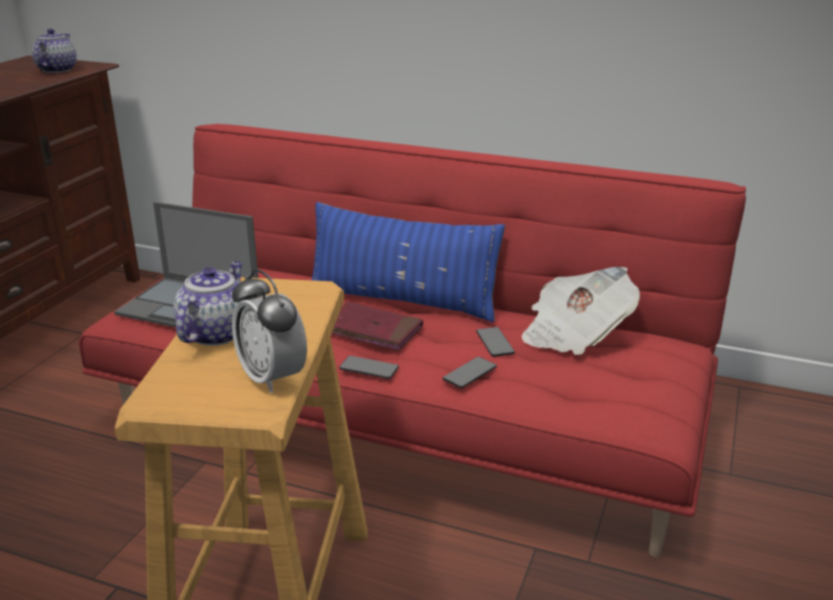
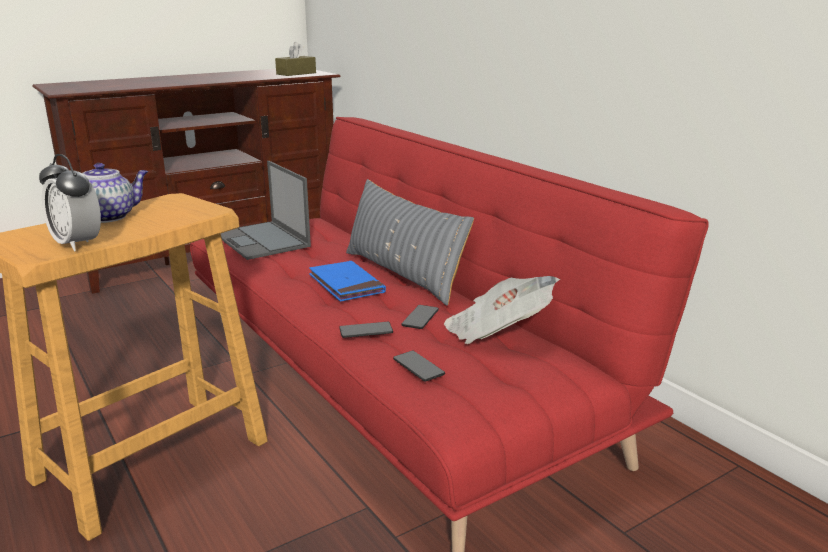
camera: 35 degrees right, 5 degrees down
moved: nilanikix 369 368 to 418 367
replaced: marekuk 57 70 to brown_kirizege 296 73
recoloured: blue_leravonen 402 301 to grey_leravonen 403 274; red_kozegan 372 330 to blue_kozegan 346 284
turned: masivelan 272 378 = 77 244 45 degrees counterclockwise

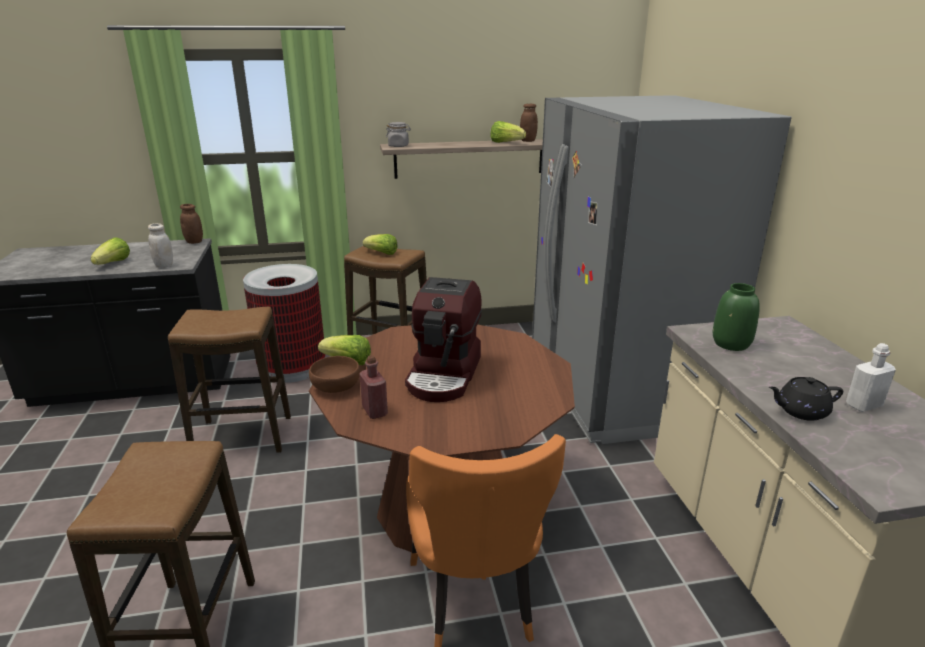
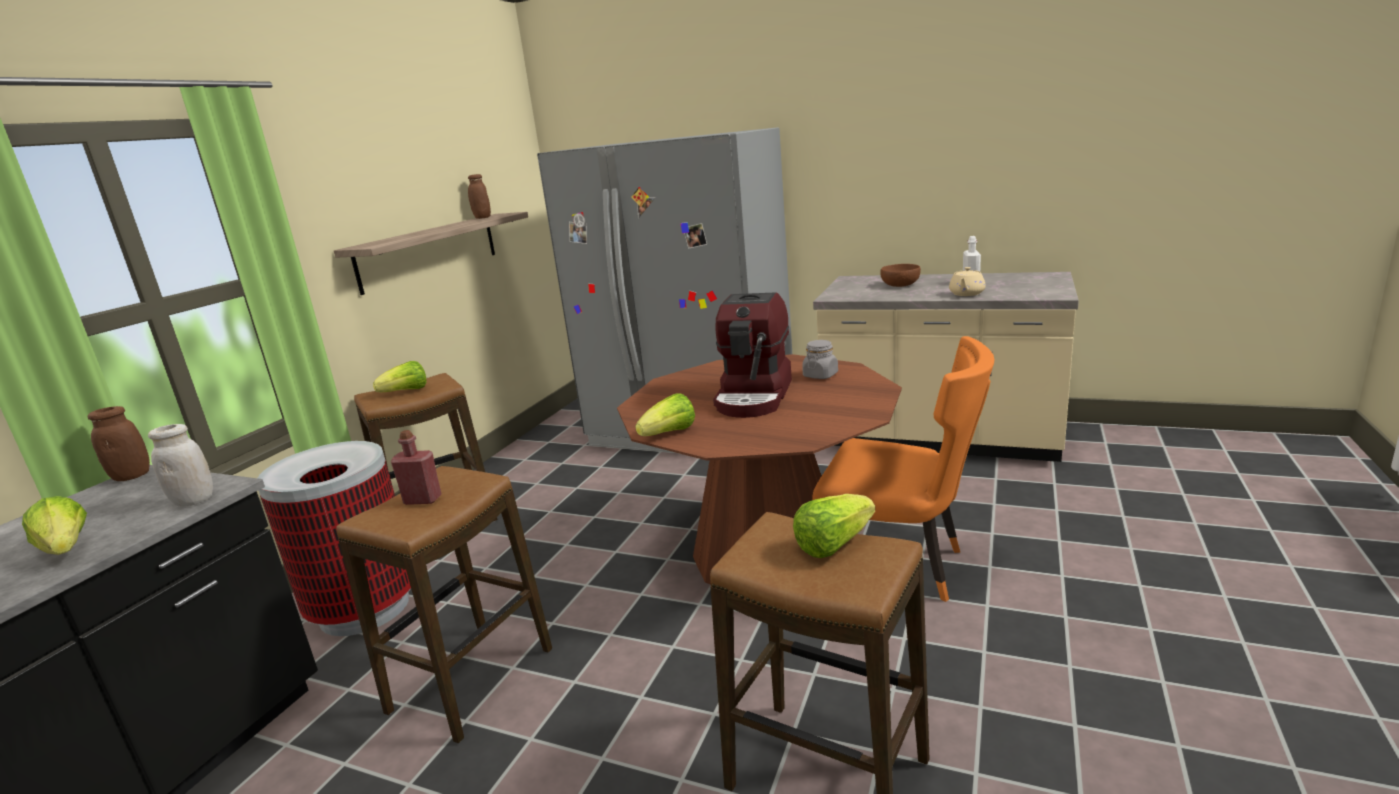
camera: 55 degrees left, 5 degrees down
removed: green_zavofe 731 344
moved: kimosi 505 143 to 833 544; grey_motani 398 146 to 820 375; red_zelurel 374 411 to 422 500; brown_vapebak 336 387 to 900 285
recoloured: black_marekuk 800 411 to beige_marekuk 966 294
turned: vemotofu 445 375 = 755 396 60 degrees clockwise

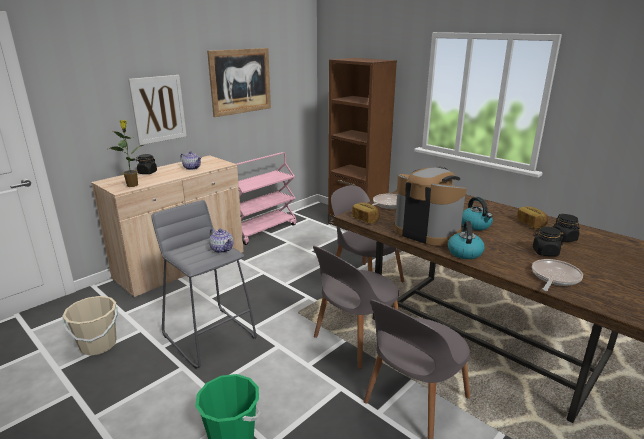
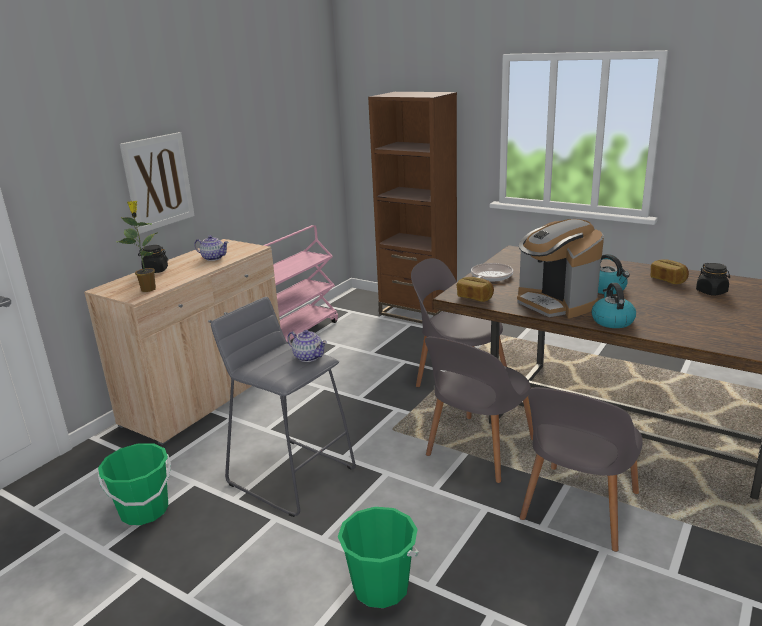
camera: 10 degrees left, 0 degrees up
removed: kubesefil 240 81; black_motani 545 252; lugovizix 554 277
recoloured: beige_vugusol 98 345 to green_vugusol 144 511
turned: vemotofu 426 231 = 555 303 150 degrees counterclockwise

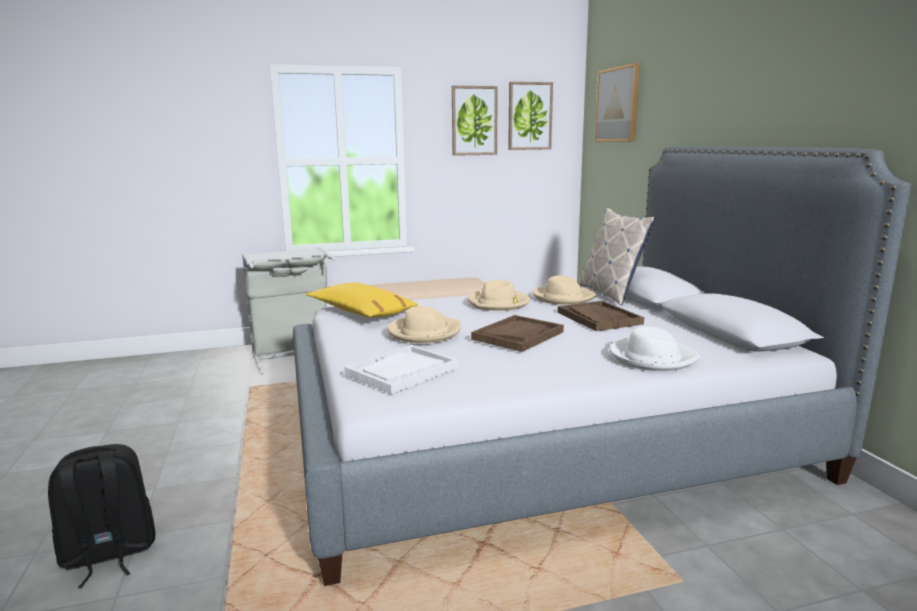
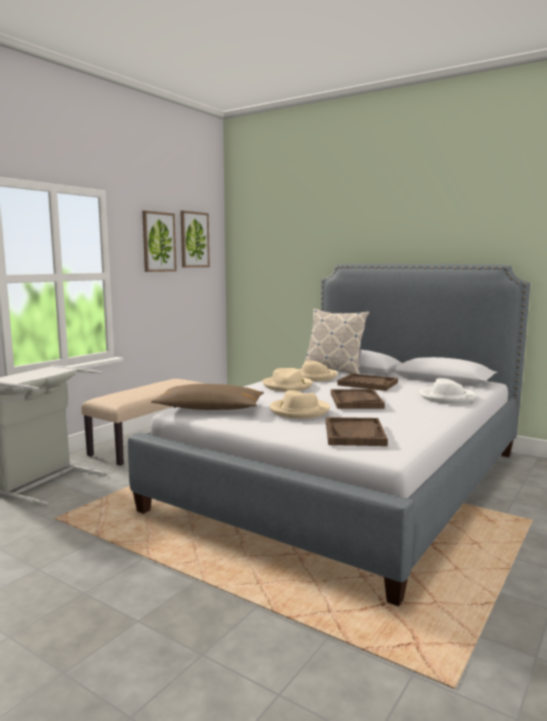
camera: 40 degrees left, 5 degrees down
removed: kubesefil 618 105; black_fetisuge 108 555
recoloured: yellow_leravonen 361 312 to brown_leravonen 209 409; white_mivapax 402 371 to brown_mivapax 354 434

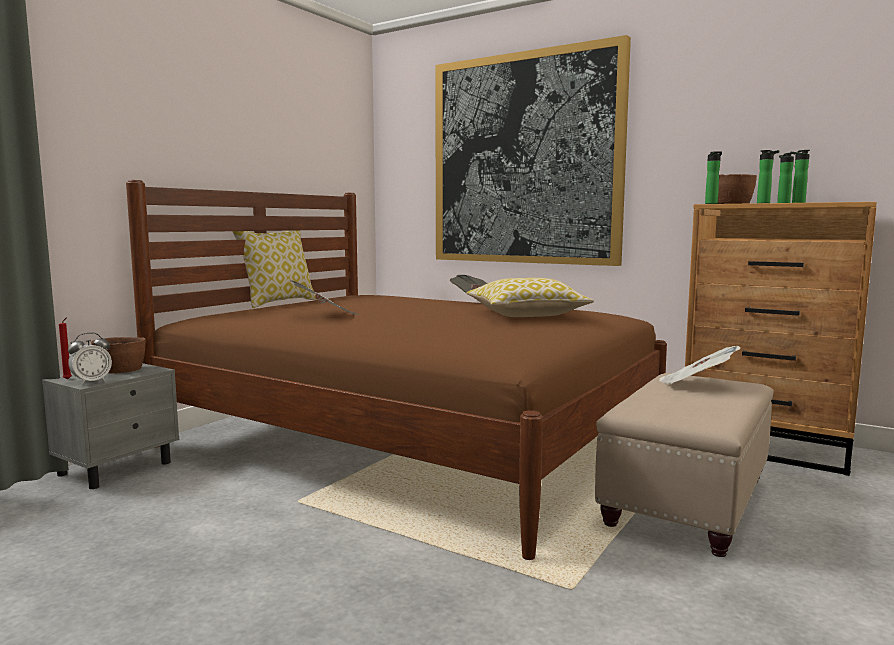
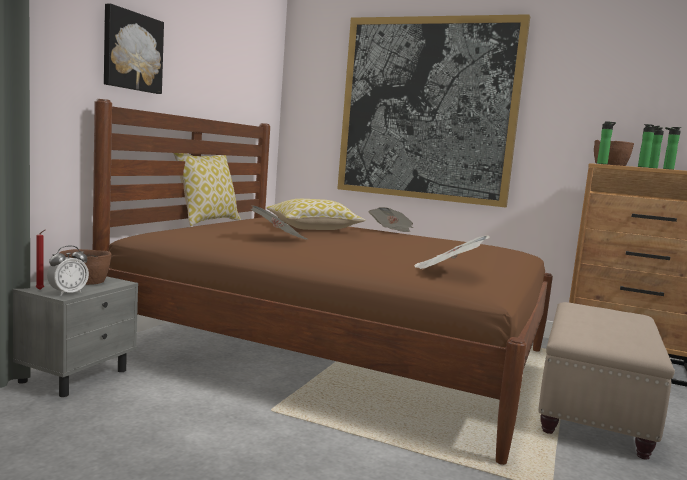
camera: 10 degrees left, 0 degrees up
added: kubesefil 132 51
moved: leravonen 526 315 to 313 228; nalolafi 695 385 to 447 271

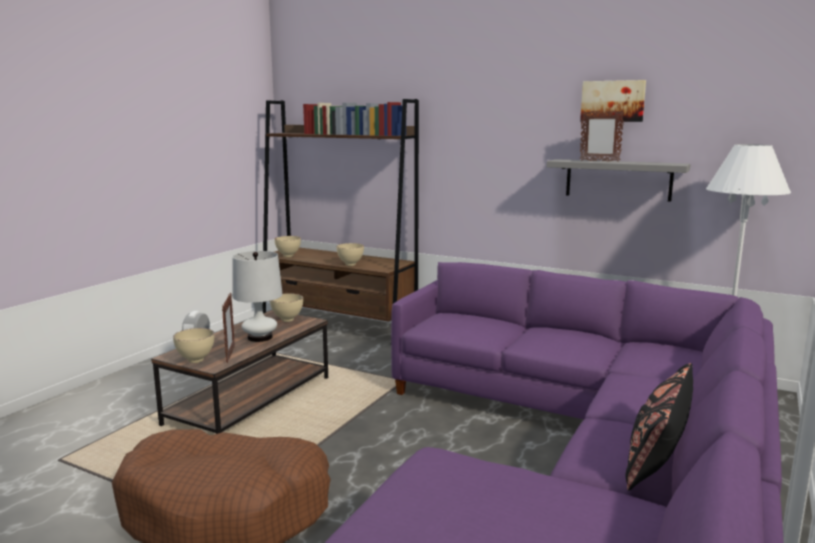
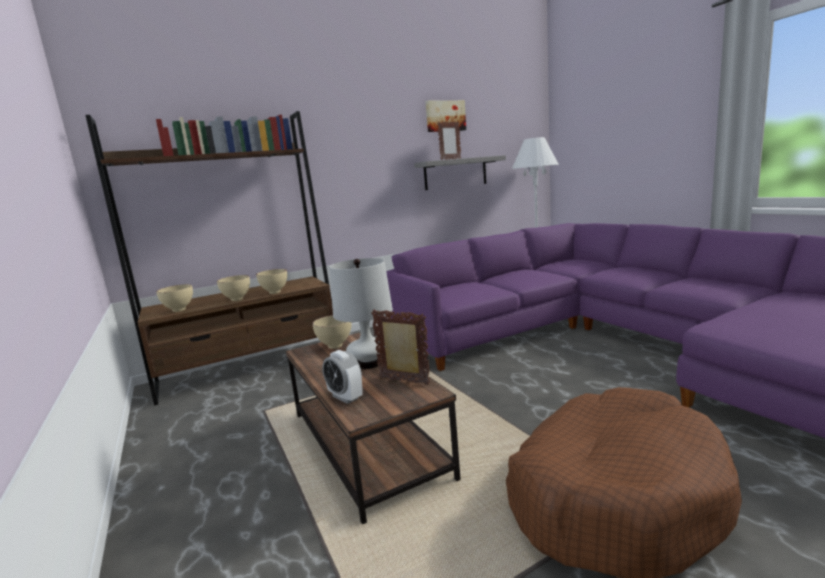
camera: 55 degrees left, 0 degrees up
removed: black_leravonen 658 454
moved: beige_vapebak 195 361 to 236 300

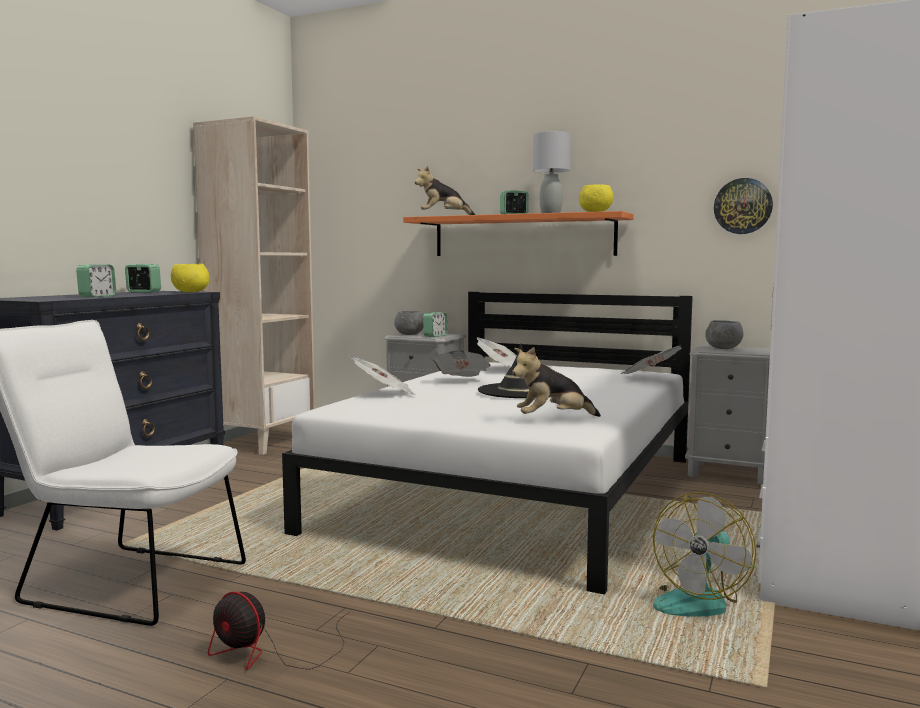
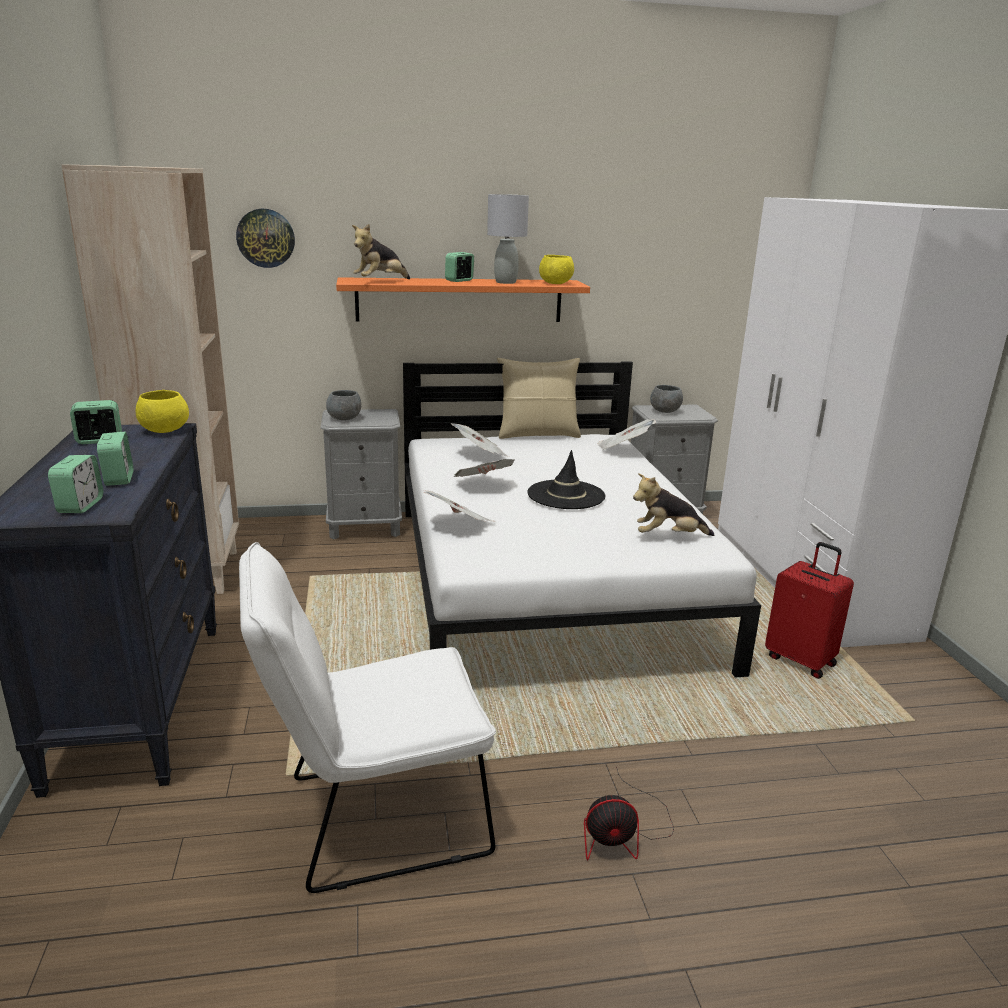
camera: 35 degrees left, 15 degrees up
added: beige_leravonen 538 434
moved: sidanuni 743 206 to 265 238; masivelan 435 336 to 80 506
replaced: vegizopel 697 601 to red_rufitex 801 660
turned: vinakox 553 419 = 668 536 45 degrees clockwise

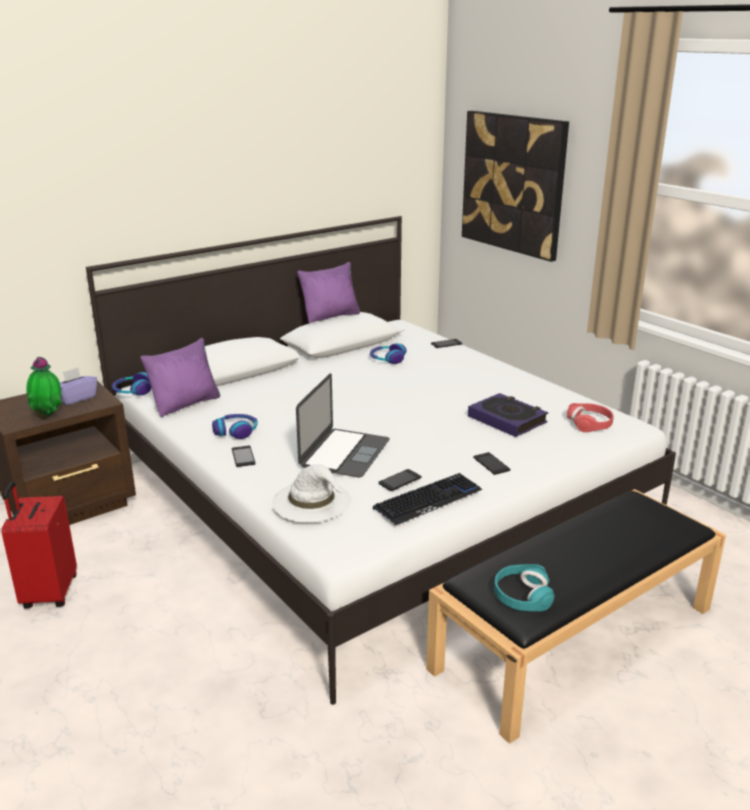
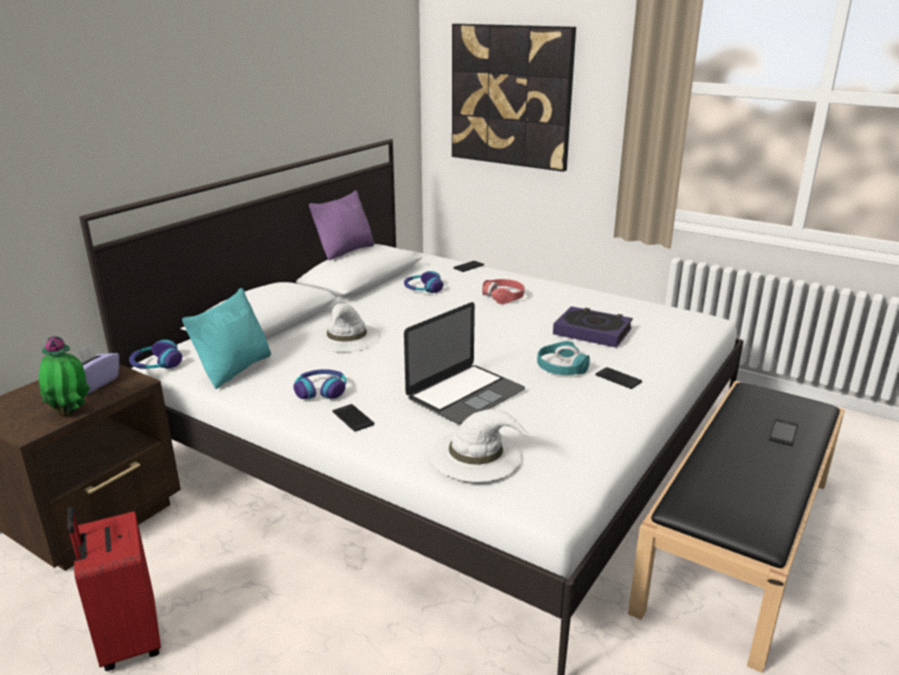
camera: 20 degrees left, 0 degrees up
removed: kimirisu 428 500
added: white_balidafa 347 338
moved: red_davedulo 590 423 to 504 296; nilanikix 400 480 to 783 432; turquoise_davedulo 522 596 to 561 367
recoloured: purple_leravonen 185 404 to turquoise_leravonen 235 369
turned: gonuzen 344 453 = 465 393 45 degrees clockwise

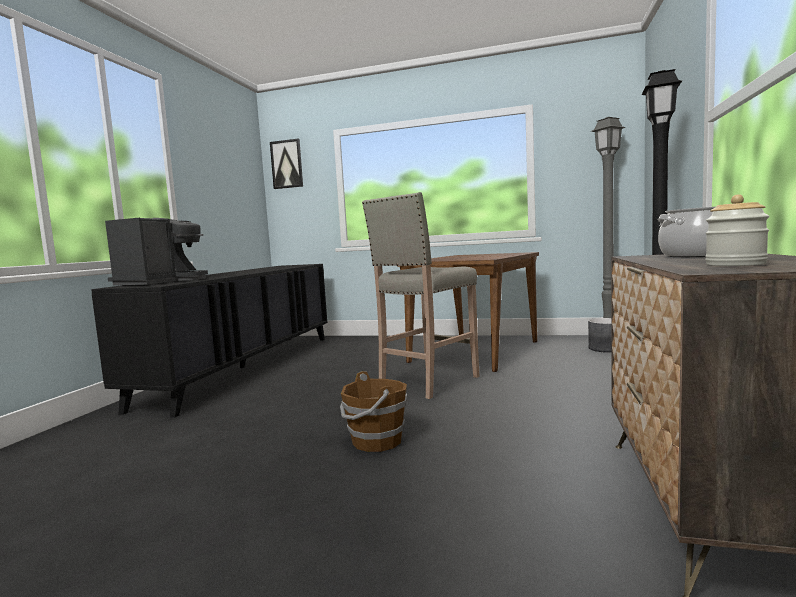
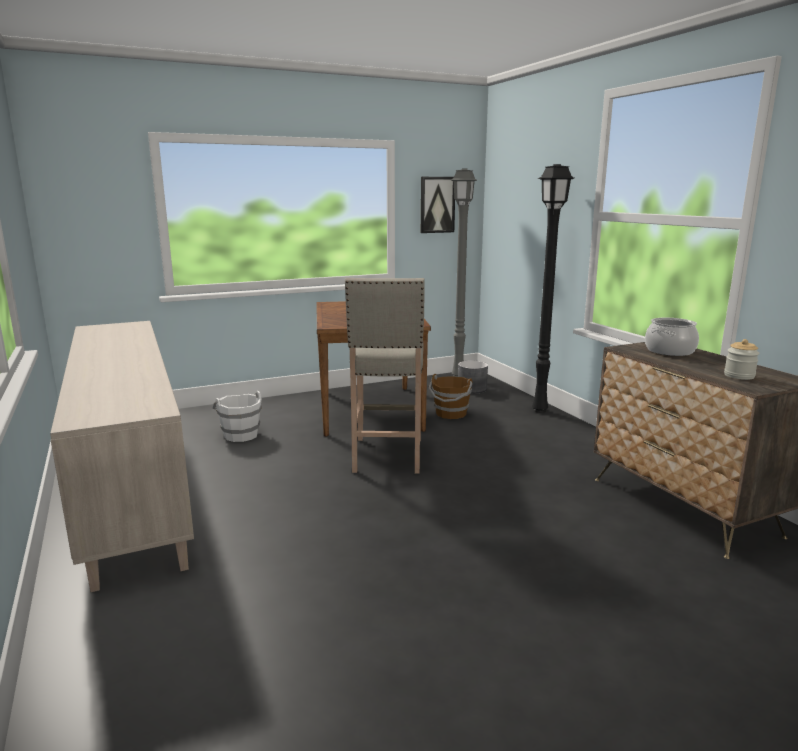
camera: 40 degrees left, 10 degrees up
removed: vemotofu 162 282
added: white_vugusol 240 435
moved: kubesefil 287 164 to 437 205; brown_vugusol 375 441 to 450 414
recoloured: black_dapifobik 246 367 to beige_dapifobik 131 483

